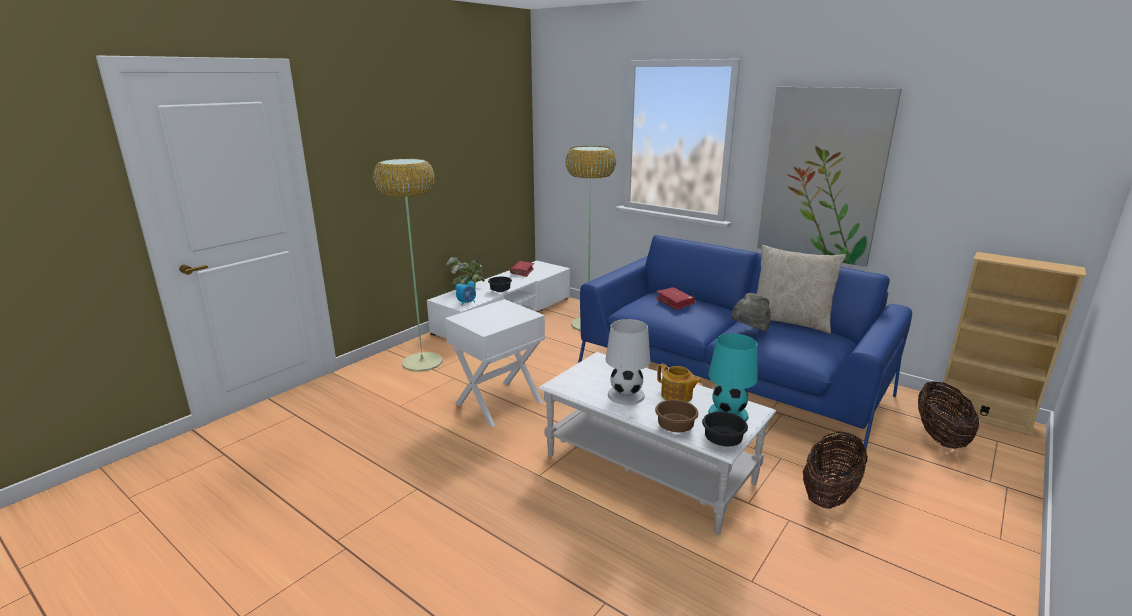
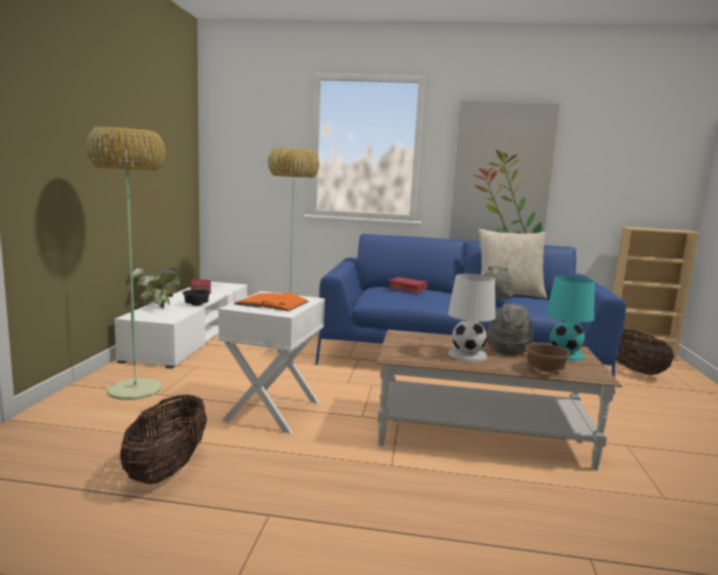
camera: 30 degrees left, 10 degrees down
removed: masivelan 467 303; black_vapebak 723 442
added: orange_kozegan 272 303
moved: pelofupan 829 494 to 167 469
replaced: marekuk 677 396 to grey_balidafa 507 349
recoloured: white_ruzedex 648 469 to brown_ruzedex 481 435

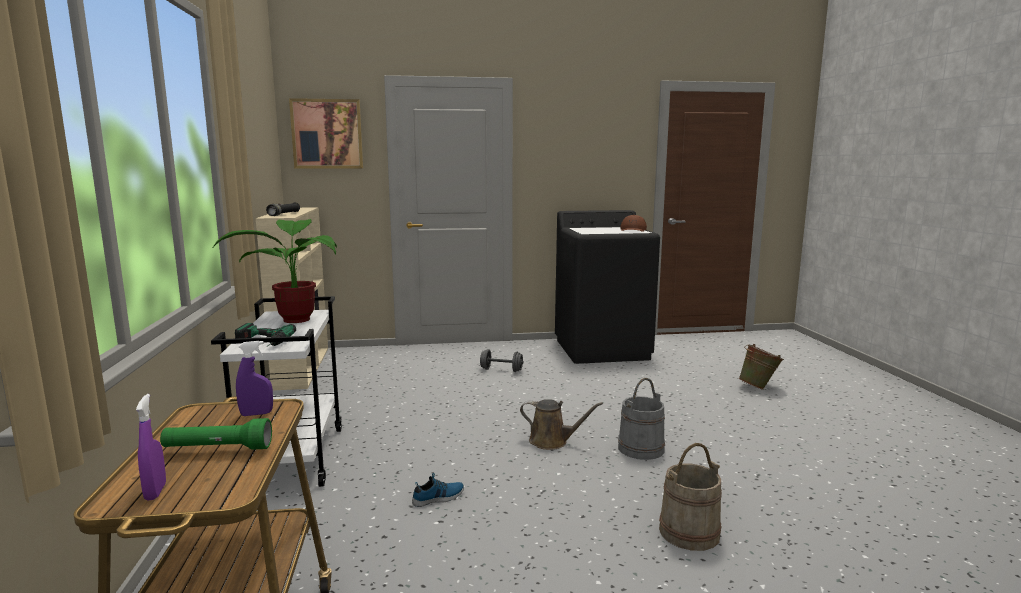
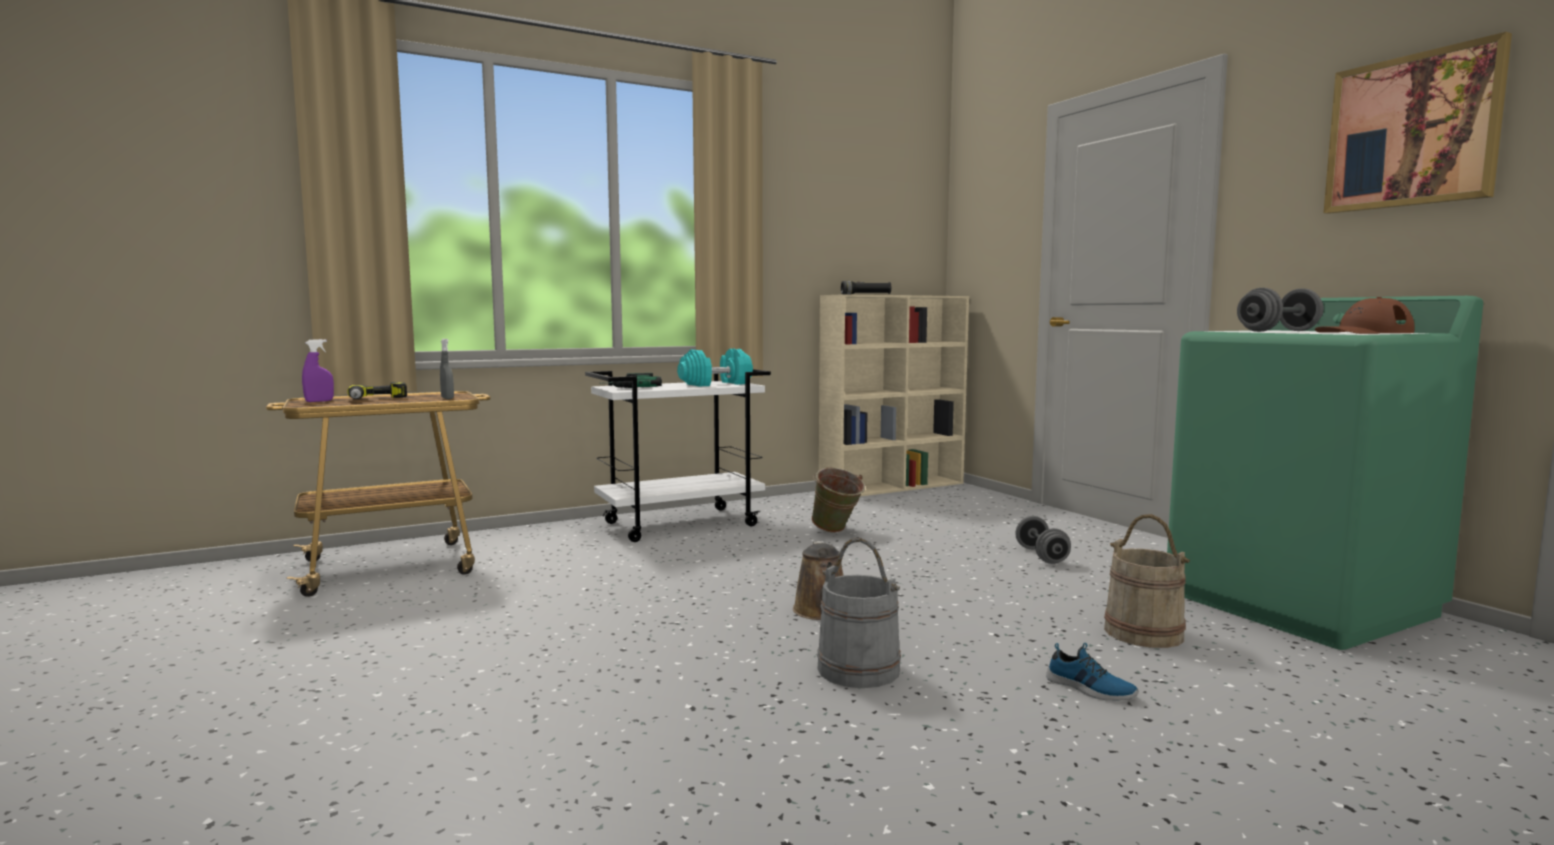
camera: 70 degrees right, 5 degrees down
added: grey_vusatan 1278 331
moved: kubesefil 327 134 to 1412 131; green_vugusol 759 387 to 836 531; beige_vugusol 689 532 to 1143 633; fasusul 438 498 to 1090 689
replaced: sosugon 296 318 to turquoise_vusatan 715 384; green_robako 218 449 to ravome 377 399
recoloured: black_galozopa 602 349 to green_galozopa 1301 604; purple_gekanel 256 414 to grey_gekanel 447 398

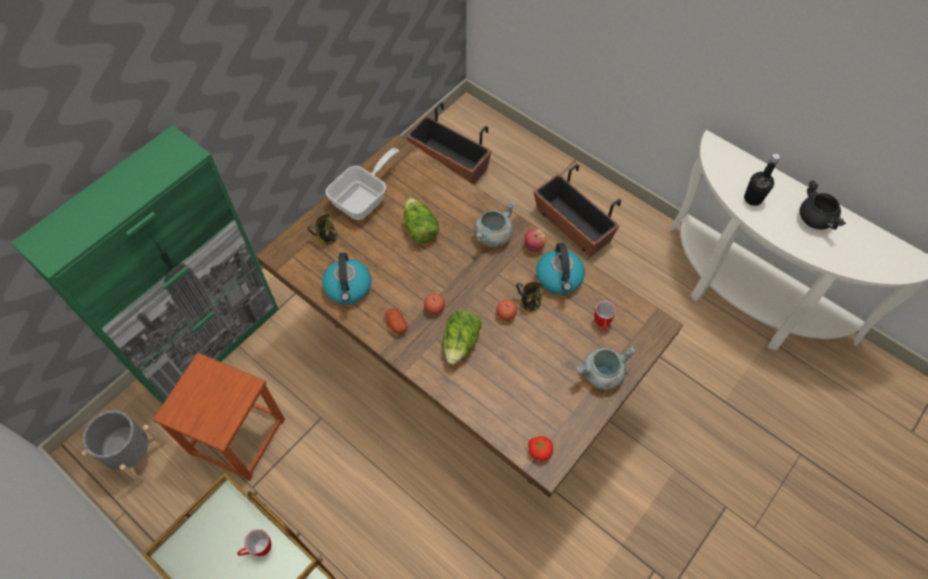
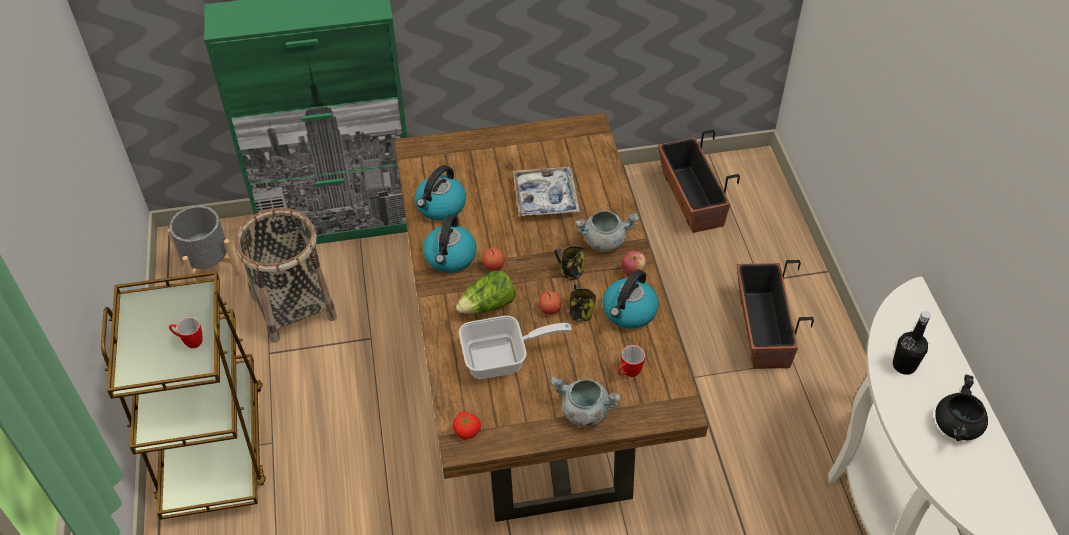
camera: 40 degrees right, 10 degrees down
moved: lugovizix 364 198 to 503 358; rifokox 326 238 to 570 272
replaced: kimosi 419 229 to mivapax 545 197; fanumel 396 324 to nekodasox 450 257; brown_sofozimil 237 436 to pelofupan 293 307

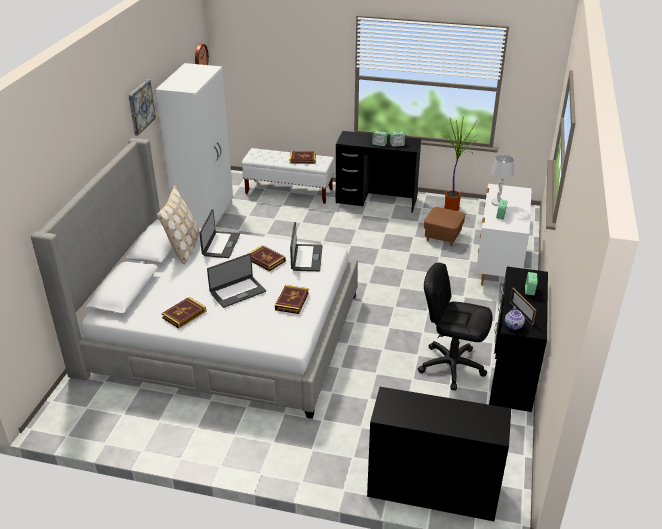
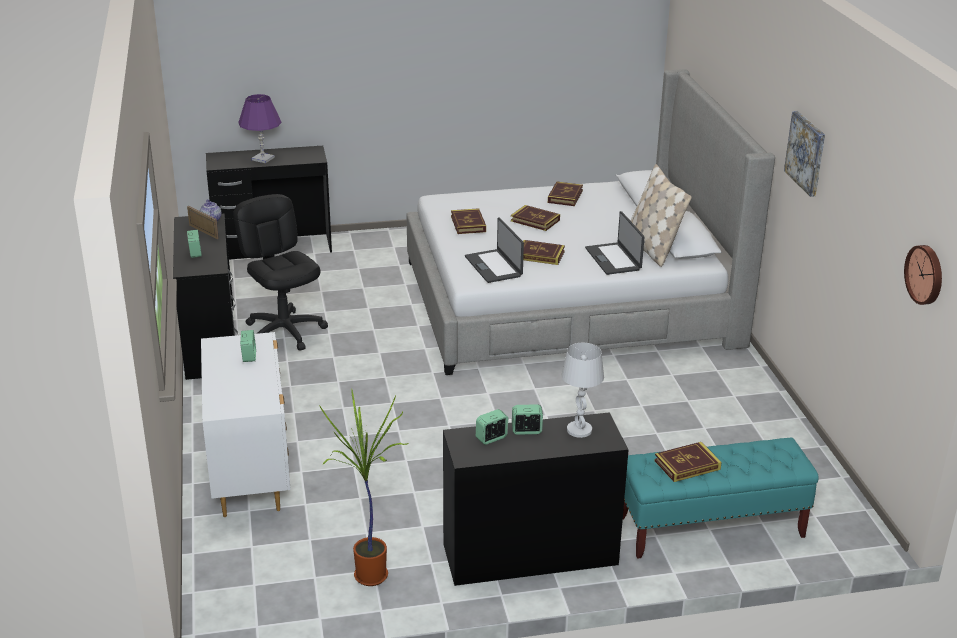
camera: 155 degrees right, 5 degrees down
removed: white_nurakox 205 217; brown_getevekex 442 236
added: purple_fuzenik 263 159
moved: white_fuzenik 498 202 to 579 430
replaced: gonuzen 237 291 to kozegan 535 220
recoloured: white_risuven 289 192 to turquoise_risuven 710 528
turned: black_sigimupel 451 366 = 285 331 120 degrees counterclockwise

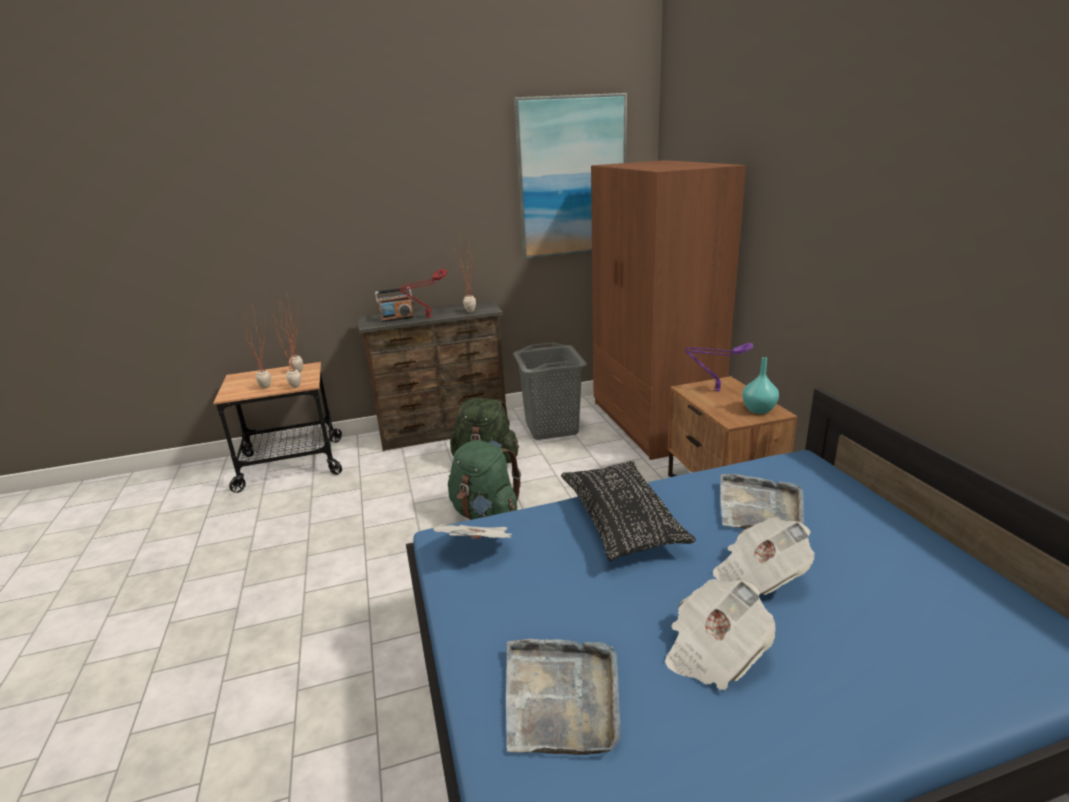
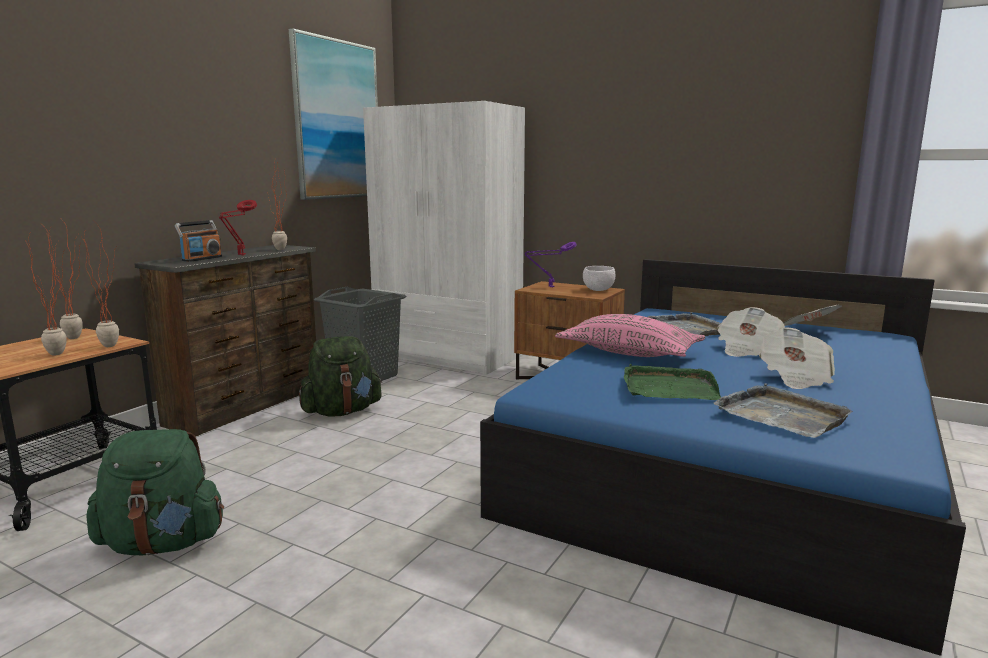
camera: 45 degrees left, 10 degrees down
added: green_mivapax 669 388
moved: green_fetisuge 485 514 to 163 544; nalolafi 478 548 to 805 331
replaced: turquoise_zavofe 758 410 to white_vapebak 597 290
recoloured: brown_nurakox 652 423 to white_nurakox 448 356; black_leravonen 621 521 to pink_leravonen 629 353

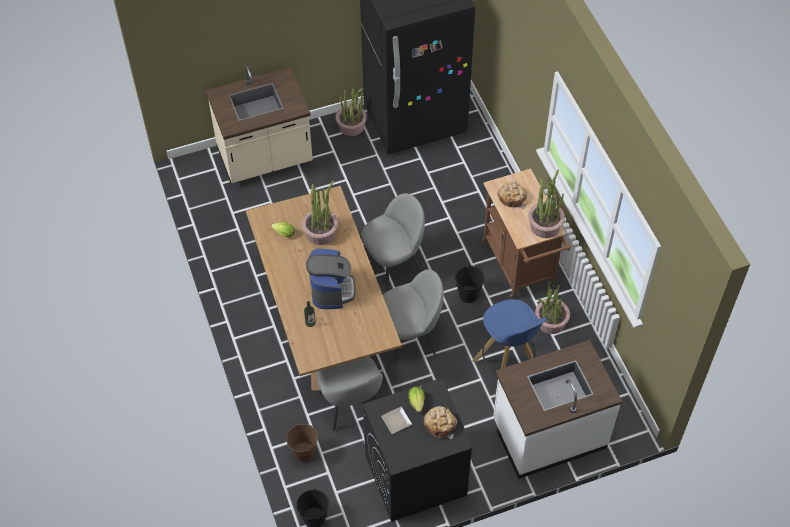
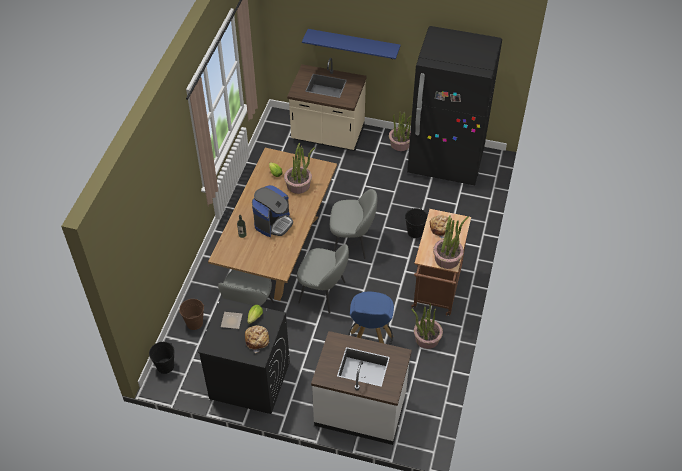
camera: 35 degrees right, 5 degrees down
added: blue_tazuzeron 353 44
moved: black_vugusol 468 294 to 415 232

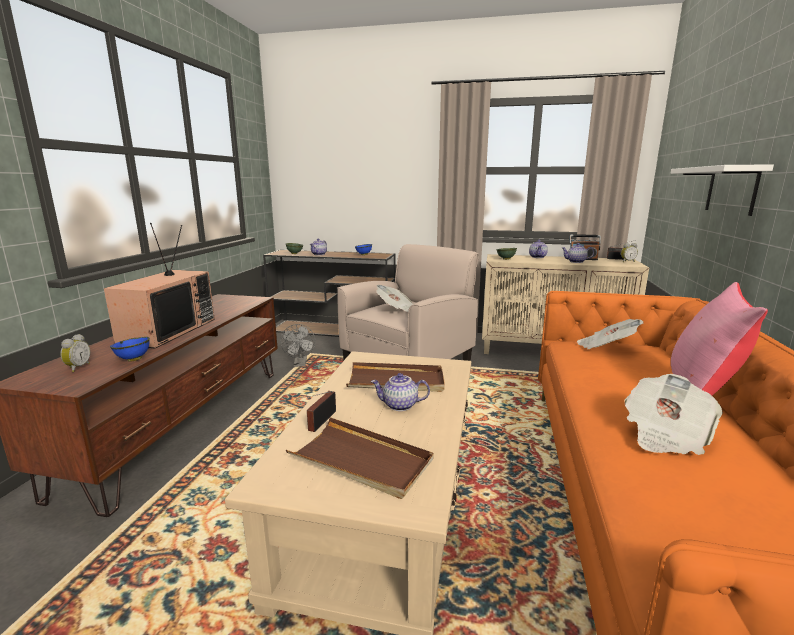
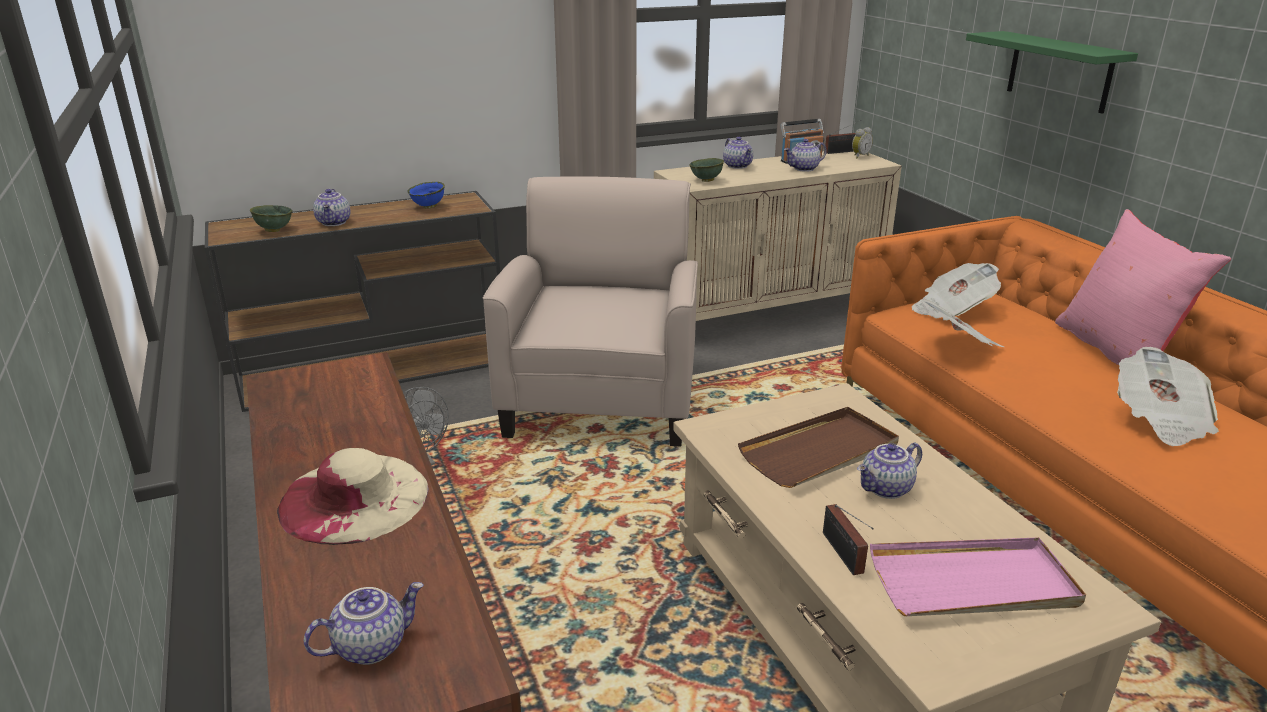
camera: 35 degrees left, 10 degrees up
removed: blue_vapebak 133 360
moved: nalolafi 396 310 to 958 344
replaced: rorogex 168 330 to beige_balidafa 354 498; masivelan 77 368 to marekuk 371 645
recoloured: white_tazuzeron 731 190 to green_tazuzeron 1059 71; brown_mivapax 361 460 to pink_mivapax 973 584

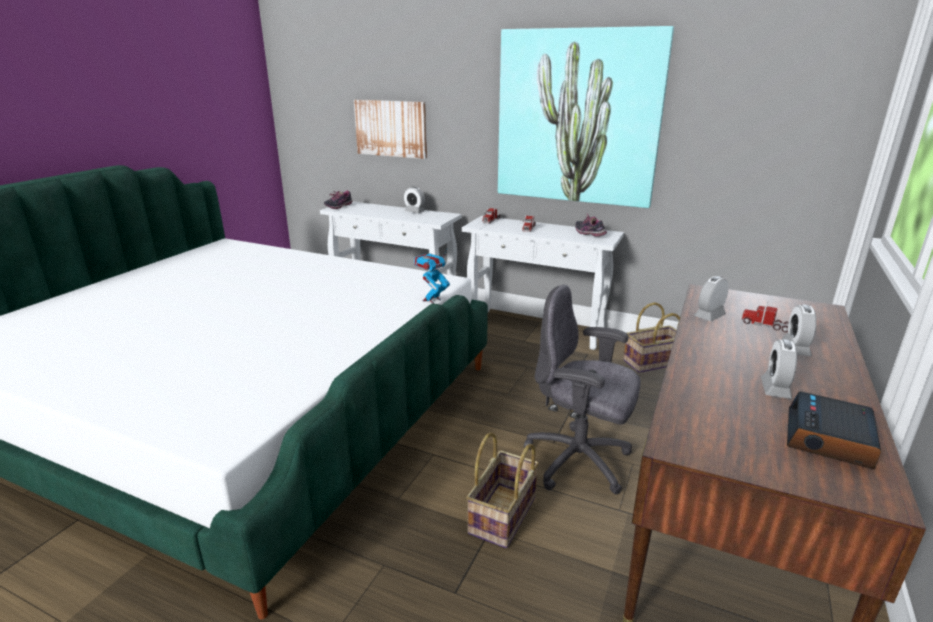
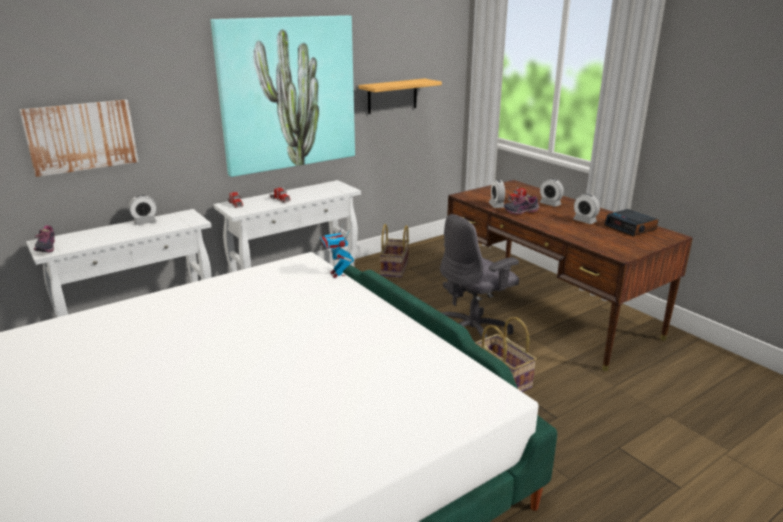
camera: 60 degrees left, 0 degrees up
added: tazuzeron 392 96
moved: fasusul 590 234 to 520 212

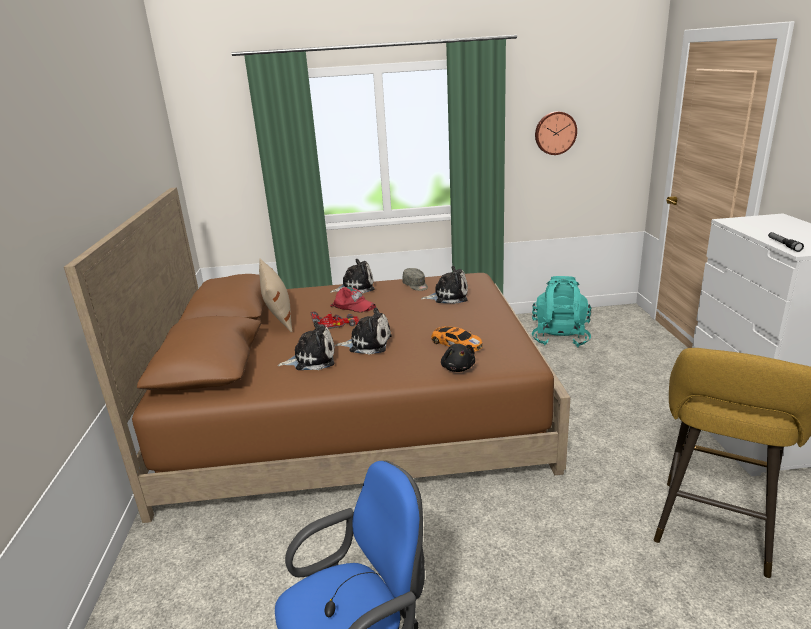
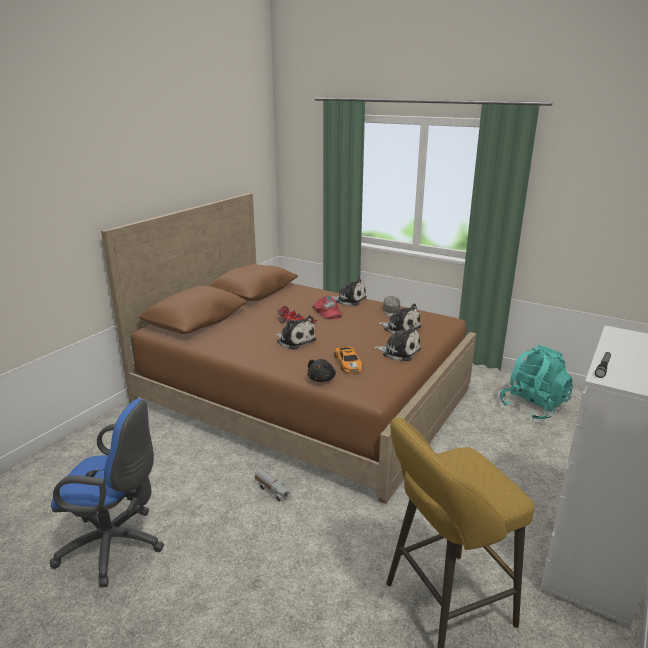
camera: 35 degrees right, 0 degrees up
removed: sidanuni 555 133; beige_leravonen 278 314
added: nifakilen 272 490
moved: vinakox 312 359 to 399 352

